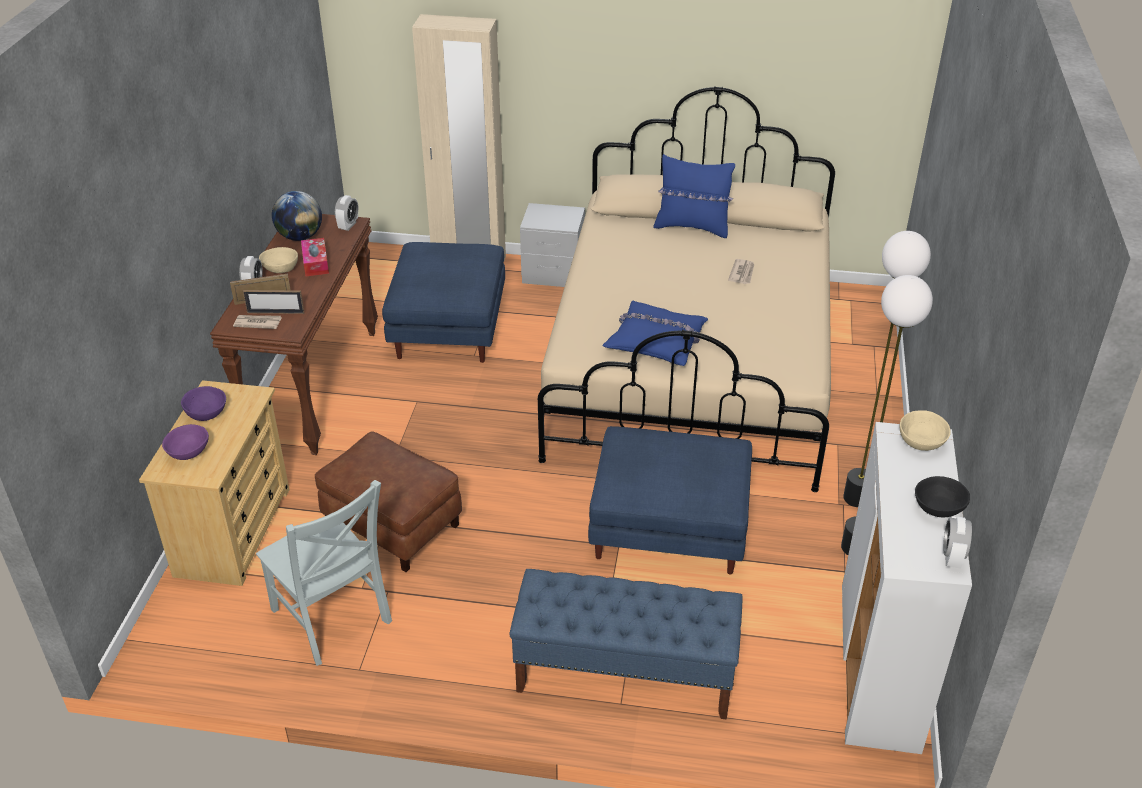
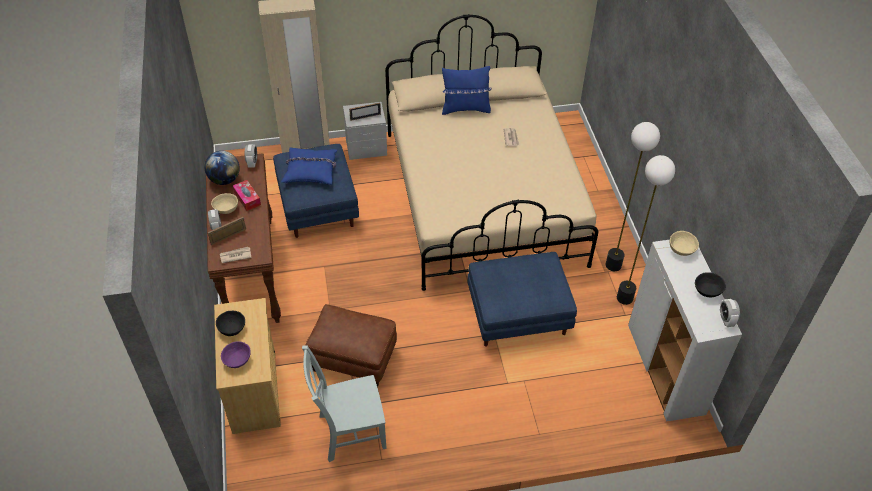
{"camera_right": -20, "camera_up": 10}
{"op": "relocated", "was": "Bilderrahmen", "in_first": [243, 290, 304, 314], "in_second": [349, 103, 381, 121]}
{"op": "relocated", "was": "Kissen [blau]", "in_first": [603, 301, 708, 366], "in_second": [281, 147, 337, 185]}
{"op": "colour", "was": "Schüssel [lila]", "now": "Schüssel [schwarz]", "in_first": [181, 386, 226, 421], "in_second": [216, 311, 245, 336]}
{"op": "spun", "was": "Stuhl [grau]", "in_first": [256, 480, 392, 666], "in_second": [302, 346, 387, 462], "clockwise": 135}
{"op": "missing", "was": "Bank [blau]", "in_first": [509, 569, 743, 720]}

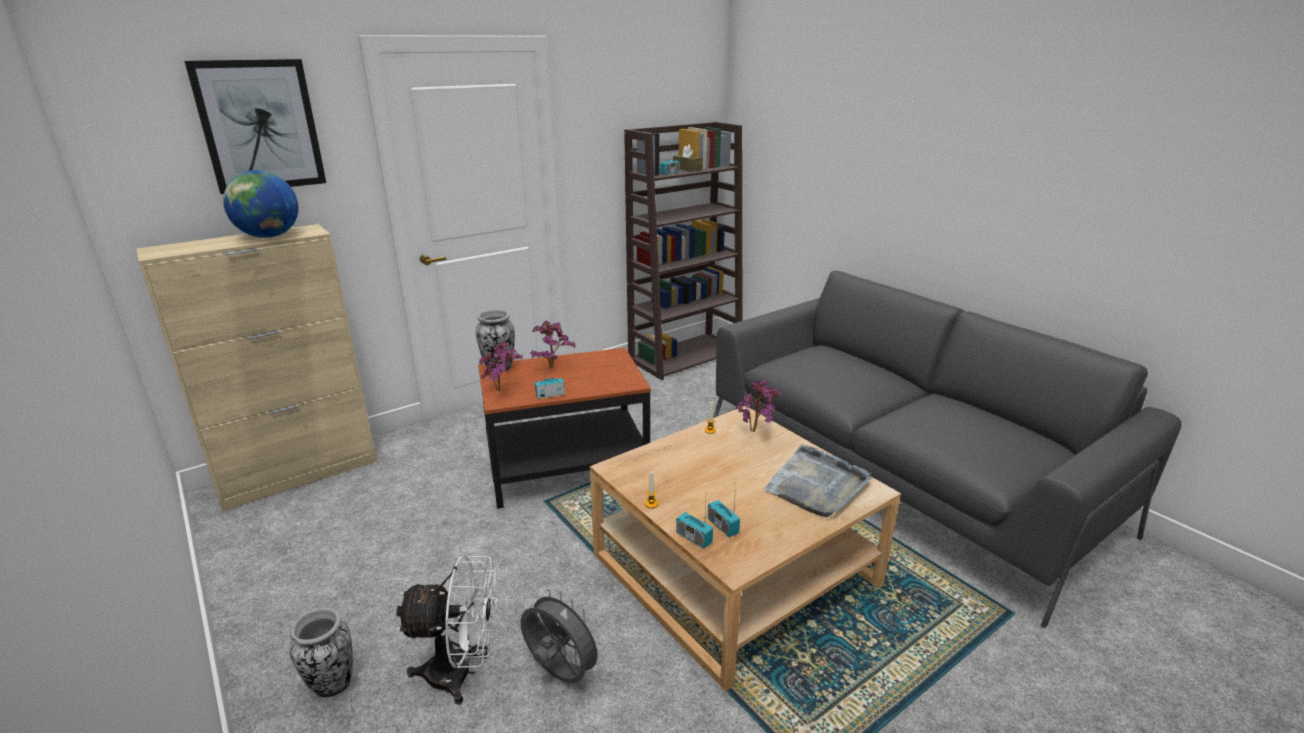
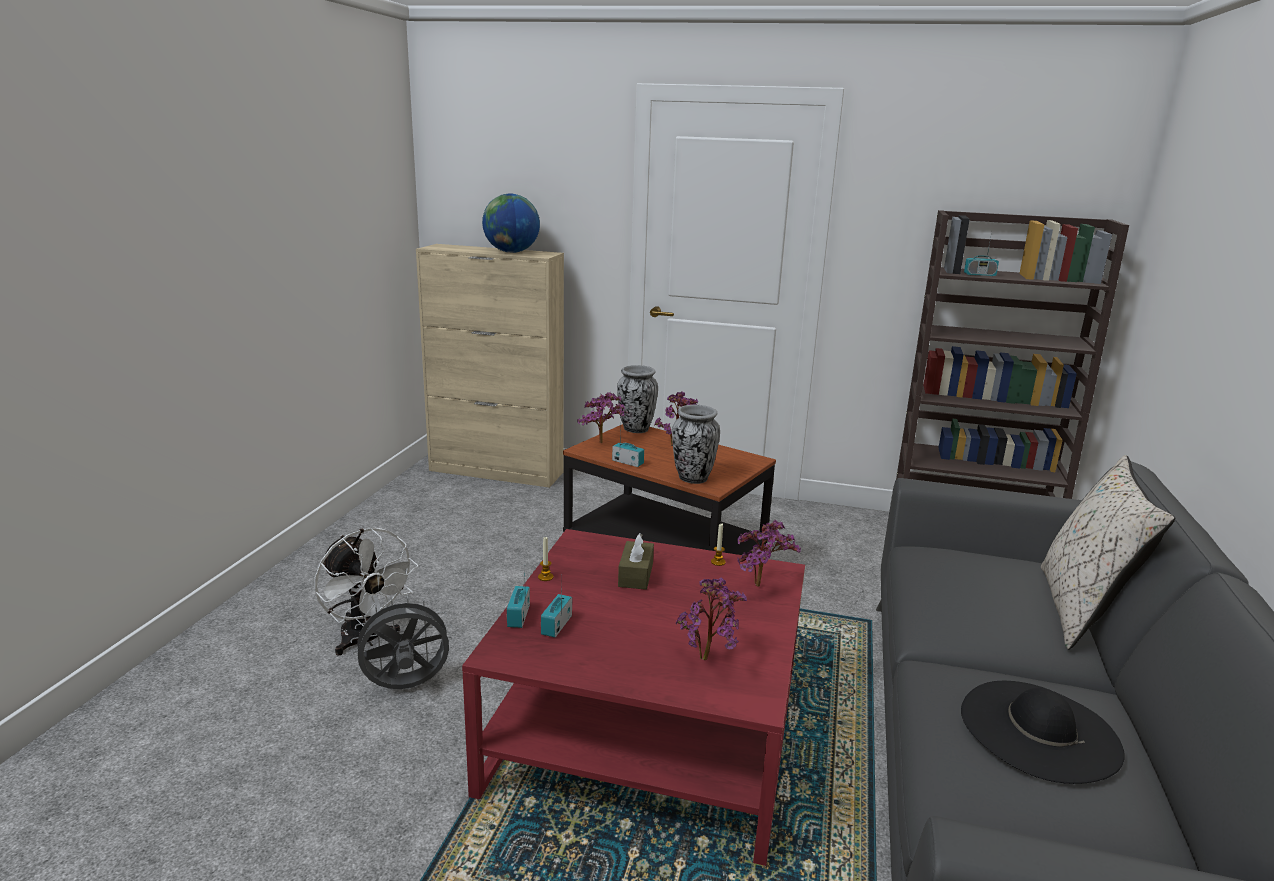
{"camera_right": 50, "camera_up": -5}
{"op": "missing", "was": "Bild", "in_first": [185, 59, 326, 194]}
{"op": "relocated", "was": "Taschentuchbox [braun]", "in_first": [673, 144, 703, 172], "in_second": [618, 533, 654, 590]}
{"op": "colour", "was": "Couchtisch [beige]", "now": "Couchtisch [rot]", "in_first": [590, 406, 901, 692], "in_second": [462, 529, 805, 866]}
{"op": "exchanged", "was": "Tablett [grau]", "now": "Topfpflanze", "in_first": [764, 445, 872, 517], "in_second": [676, 578, 747, 660]}
{"op": "spun", "was": "Ventilator [grau]", "in_first": [520, 589, 605, 683], "in_second": [351, 595, 453, 689], "clockwise": -105}
{"op": "relocated", "was": "Vase", "in_first": [290, 608, 353, 697], "in_second": [672, 405, 720, 484]}
{"op": "appeared", "now": "Kissen [beige]", "in_second": [1041, 455, 1175, 650]}
{"op": "appeared", "now": "Hut [schwarz]", "in_second": [961, 681, 1125, 784]}

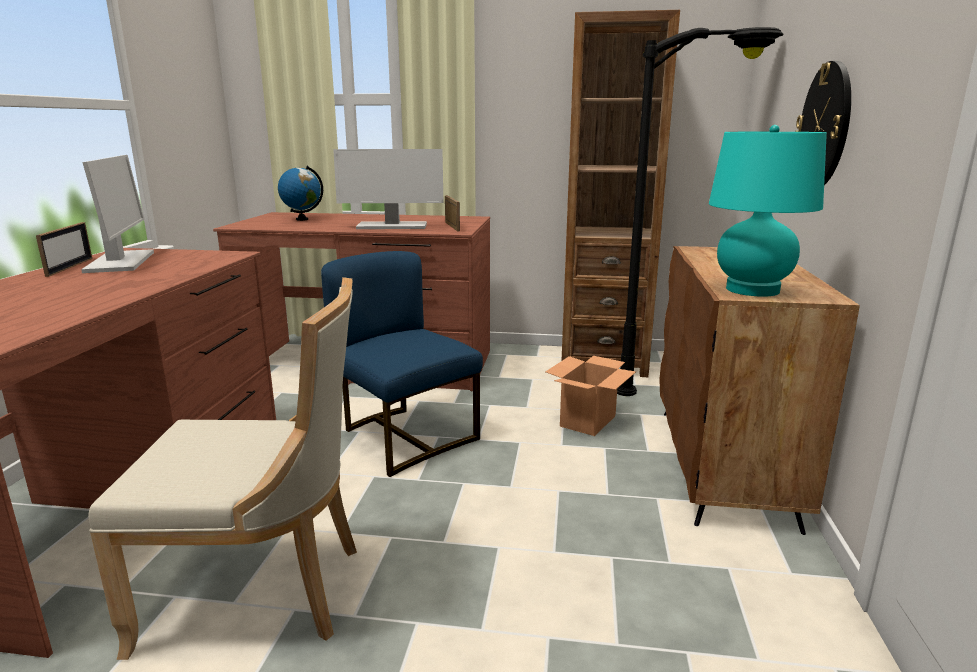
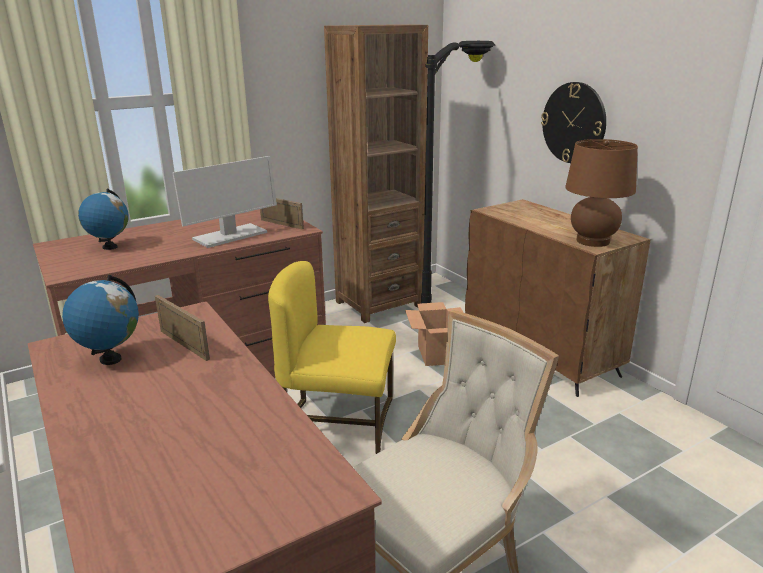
{"camera_right": -40, "camera_up": 5}
{"op": "colour", "was": "Tischlampe [türkis]", "now": "Tischlampe [braun]", "in_first": [709, 125, 827, 297], "in_second": [565, 139, 638, 247]}
{"op": "exchanged", "was": "Monitor", "now": "Globus", "in_first": [81, 155, 154, 273], "in_second": [62, 275, 139, 365]}
{"op": "relocated", "was": "Bilderrahmen", "in_first": [36, 222, 92, 277], "in_second": [155, 295, 210, 361]}
{"op": "colour", "was": "Stuhl [blau]", "now": "Stuhl [gelb]", "in_first": [321, 251, 483, 477], "in_second": [268, 261, 396, 454]}

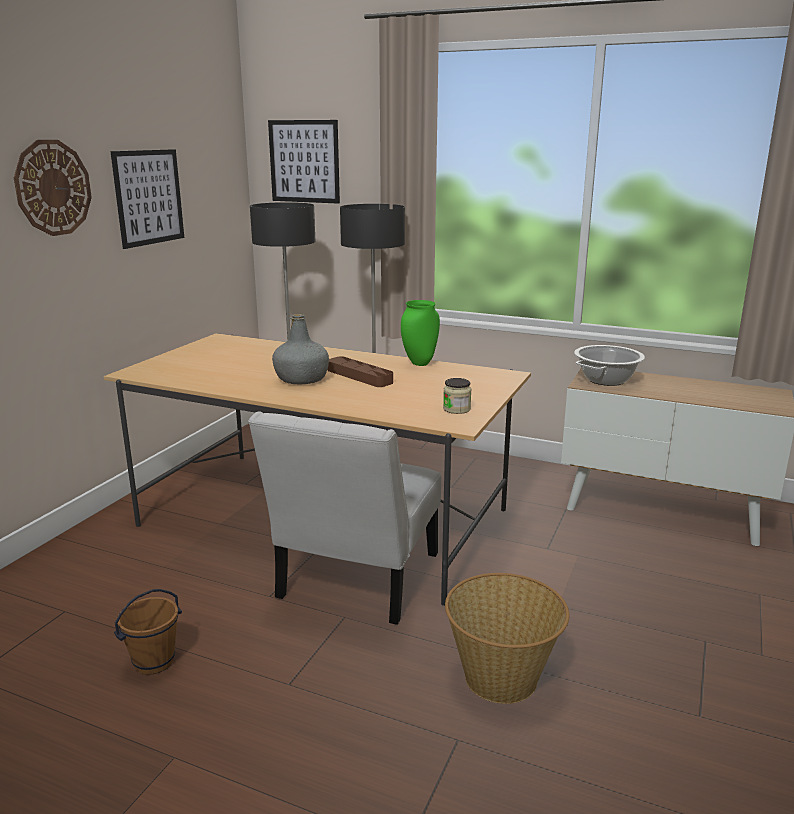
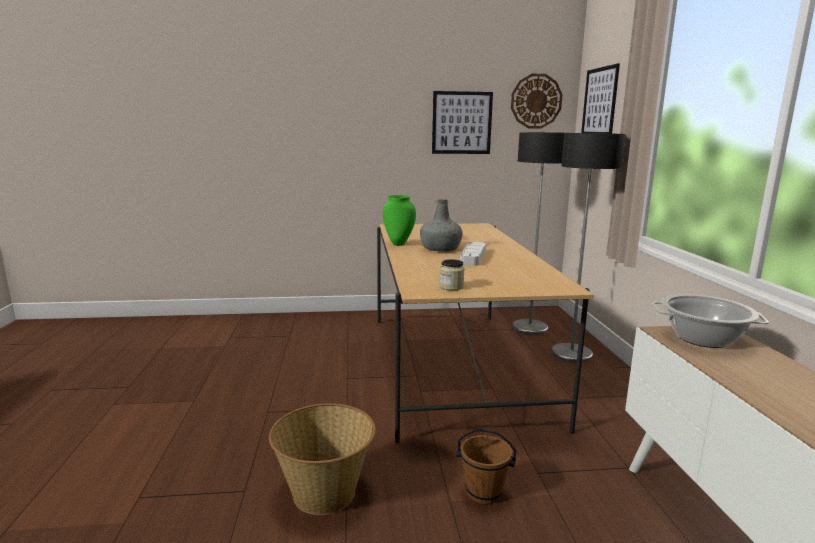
{"camera_right": 60, "camera_up": -5}
{"op": "relocated", "was": "Wanduhr", "in_first": [14, 140, 92, 236], "in_second": [511, 74, 563, 129]}
{"op": "relocated", "was": "Vase [grün]", "in_first": [401, 300, 440, 366], "in_second": [383, 195, 416, 246]}
{"op": "colour", "was": "Tablett [braun]", "now": "Tablett [grau]", "in_first": [328, 356, 393, 387], "in_second": [460, 242, 486, 266]}
{"op": "missing", "was": "Stuhl [weiß]", "in_first": [248, 411, 441, 625]}
{"op": "relocated", "was": "Eimer [braun]", "in_first": [114, 589, 182, 675], "in_second": [457, 429, 516, 505]}

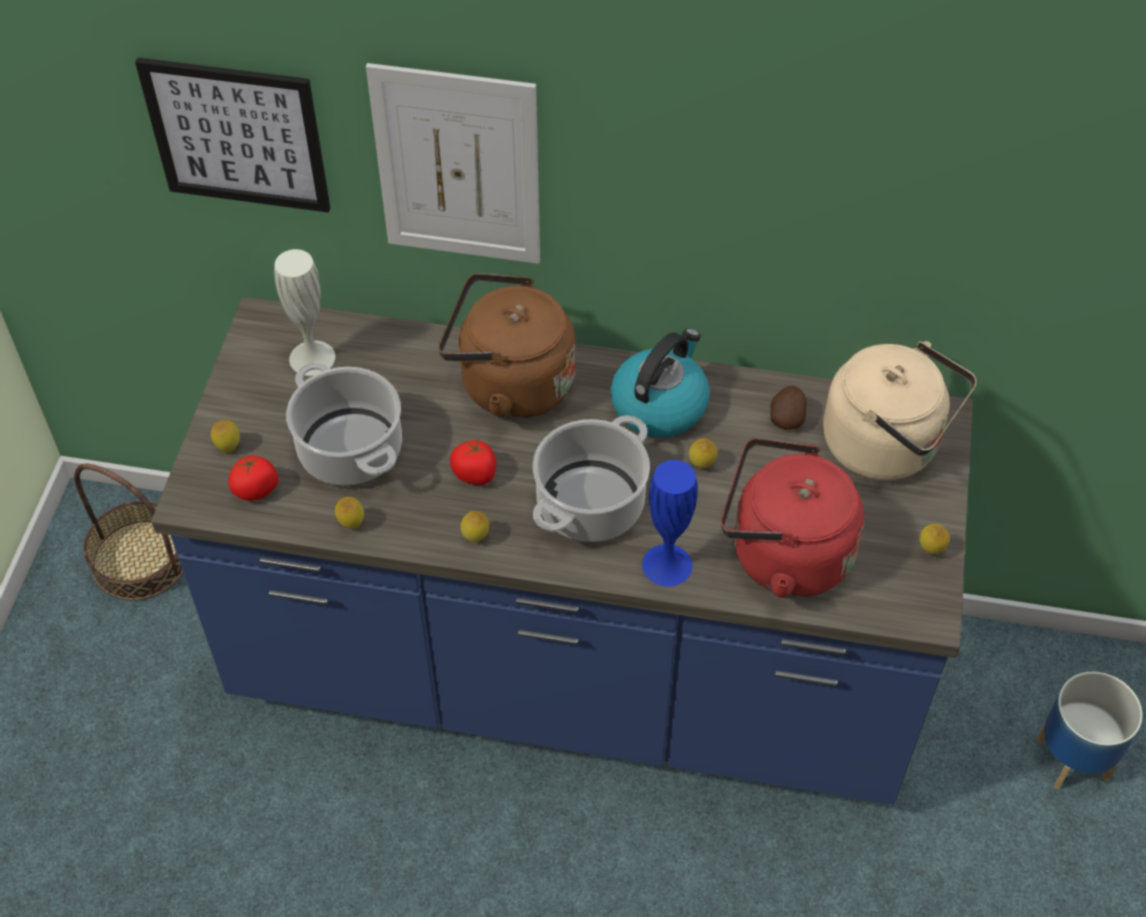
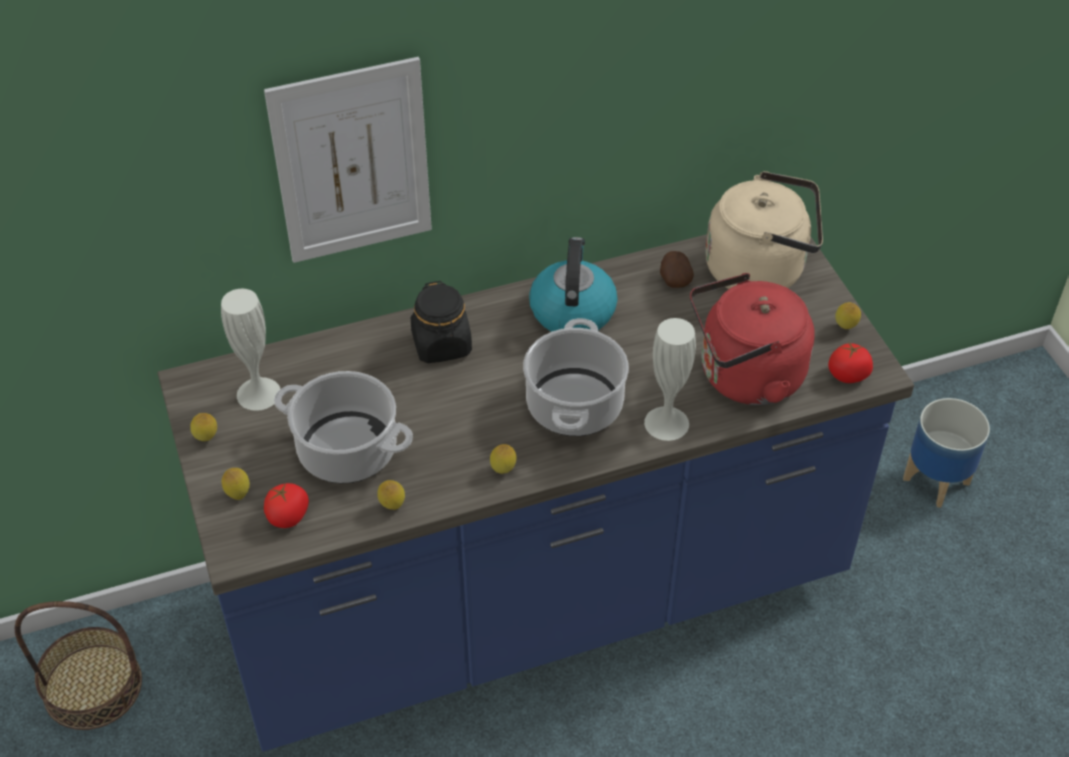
{"camera_right": -30, "camera_up": -5}
{"op": "missing", "was": "Bild", "in_first": [135, 57, 330, 213]}
{"op": "exchanged", "was": "Wasserkessel [braun]", "now": "Vorratsglas [schwarz]", "in_first": [439, 273, 576, 419], "in_second": [411, 281, 472, 363]}
{"op": "relocated", "was": "Zitrone", "in_first": [689, 438, 717, 468], "in_second": [190, 413, 217, 441]}
{"op": "relocated", "was": "Tomate", "in_first": [450, 439, 496, 485], "in_second": [828, 341, 873, 383]}
{"op": "colour", "was": "Vase [blau]", "now": "Vase [weiß]", "in_first": [642, 460, 698, 587], "in_second": [644, 318, 696, 441]}

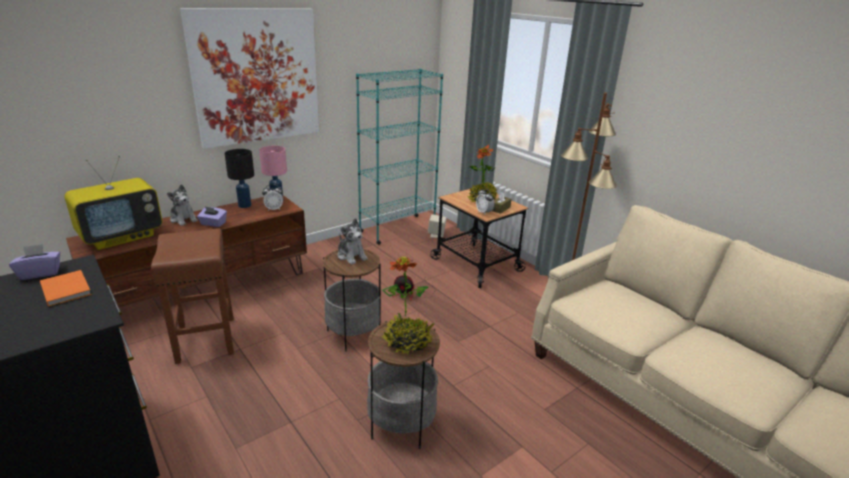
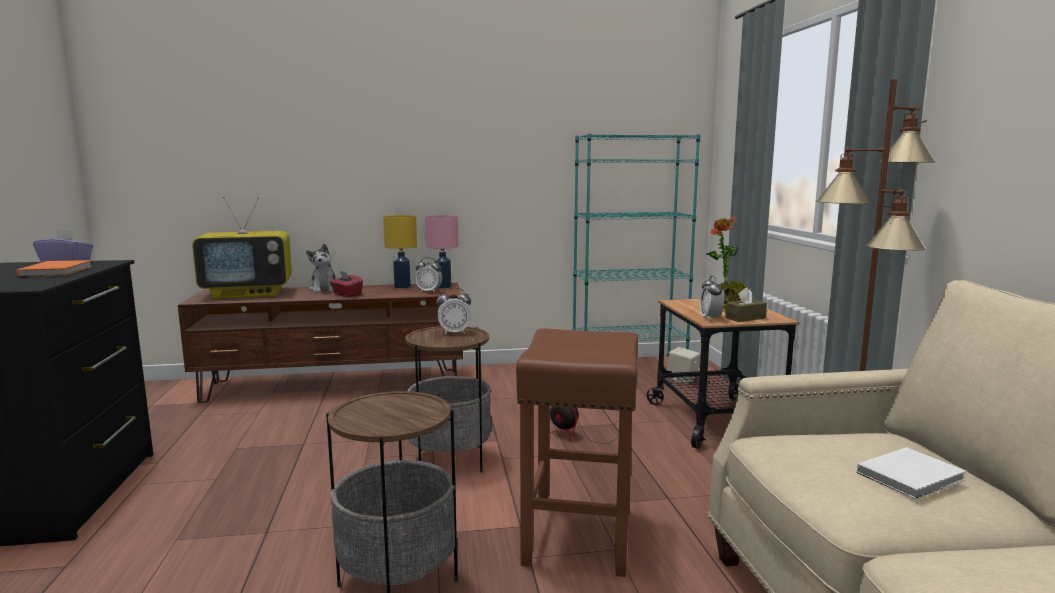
{"camera_right": 30, "camera_up": -15}
{"op": "missing", "was": "Bild", "in_first": [180, 8, 320, 149]}
{"op": "colour", "was": "Tischlampe [schwarz]", "now": "Tischlampe [gelb]", "in_first": [224, 149, 254, 208], "in_second": [383, 215, 417, 288]}
{"op": "colour", "was": "Taschentuchbox [lila]", "now": "Taschentuchbox [rot]", "in_first": [197, 206, 227, 227], "in_second": [330, 271, 363, 297]}
{"op": "exchanged", "was": "Plüschtier", "now": "Wecker", "in_first": [338, 218, 368, 265], "in_second": [436, 287, 471, 335]}
{"op": "relocated", "was": "Hocker [braun]", "in_first": [151, 229, 234, 364], "in_second": [516, 328, 638, 577]}
{"op": "missing", "was": "Topfpflanze", "in_first": [381, 256, 434, 355]}
{"op": "appeared", "now": "Buch [weiß]", "in_second": [857, 447, 967, 500]}

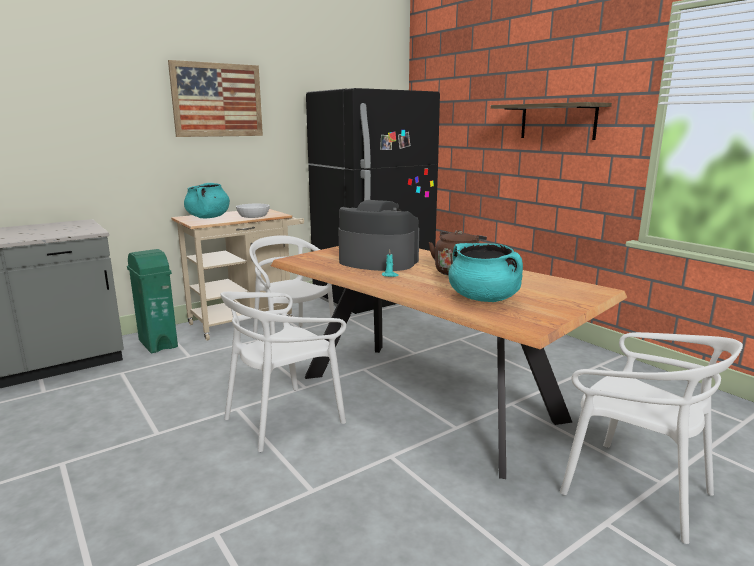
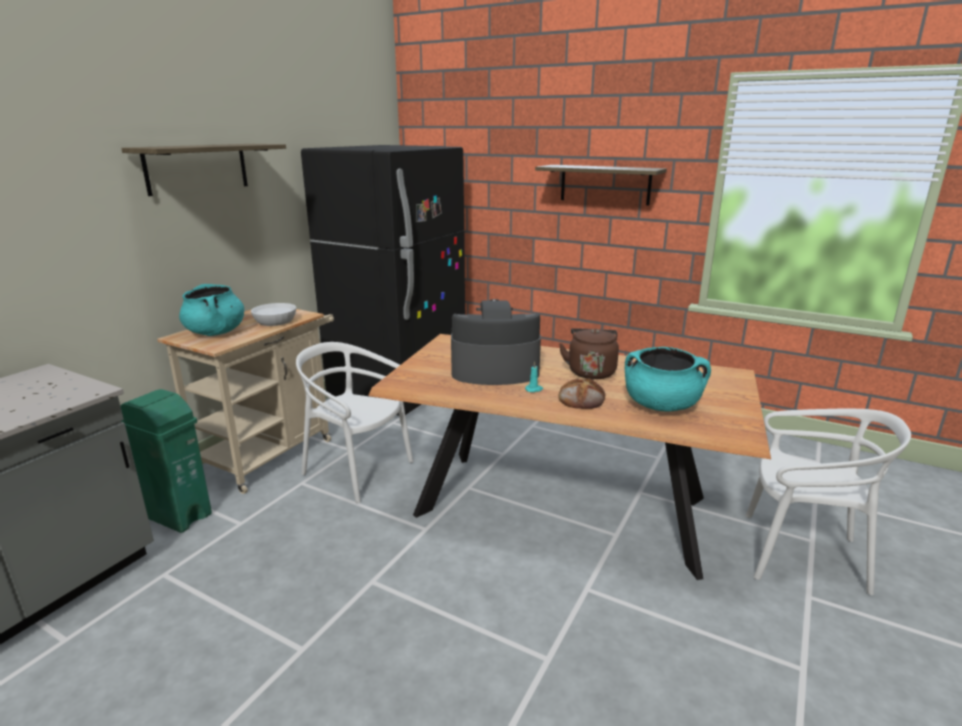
{"camera_right": -25, "camera_up": 5}
{"op": "exchanged", "was": "Bild", "now": "Wandregal", "in_first": [168, 60, 263, 137], "in_second": [121, 144, 286, 196]}
{"op": "missing", "was": "Stuhl [weiß]", "in_first": [221, 292, 346, 452]}
{"op": "appeared", "now": "Brot", "in_second": [558, 378, 605, 409]}

